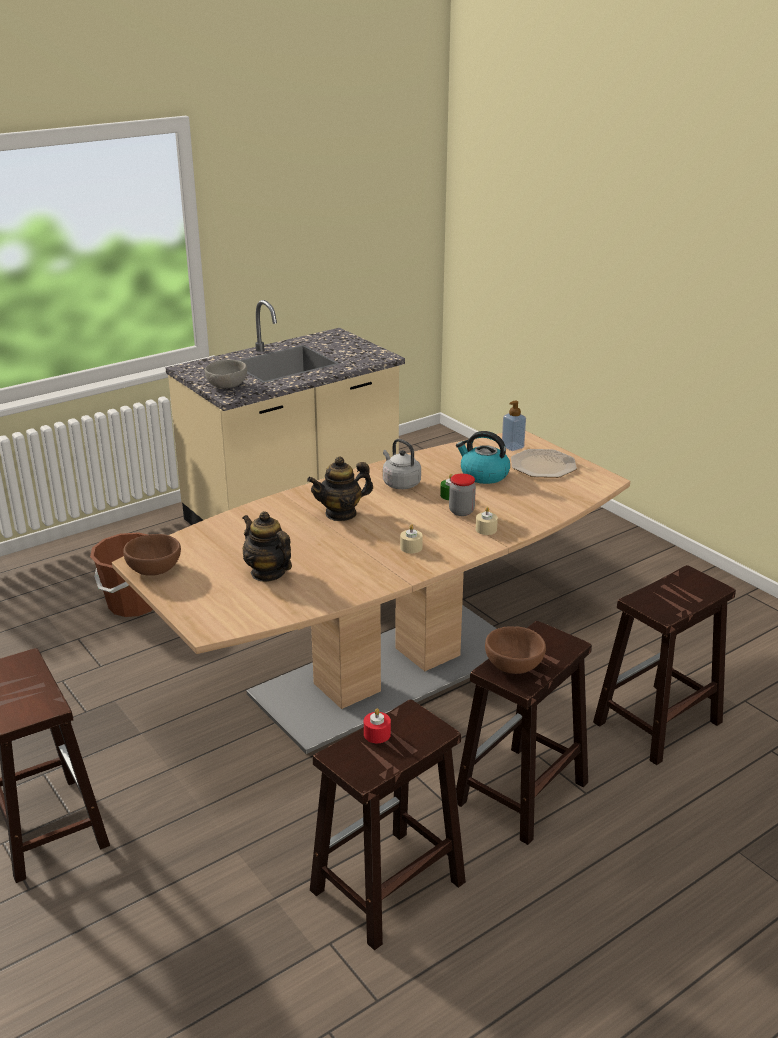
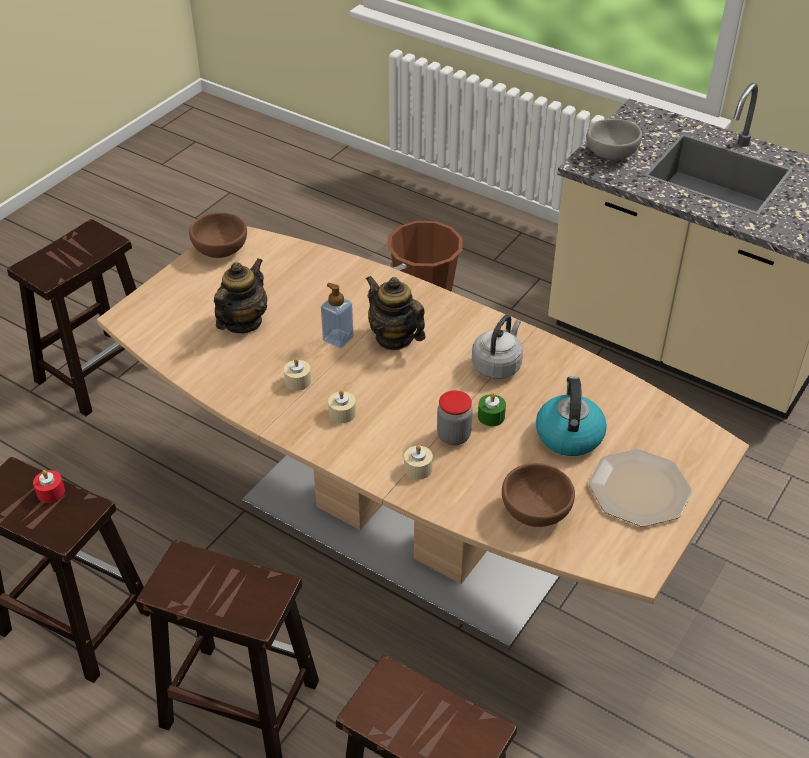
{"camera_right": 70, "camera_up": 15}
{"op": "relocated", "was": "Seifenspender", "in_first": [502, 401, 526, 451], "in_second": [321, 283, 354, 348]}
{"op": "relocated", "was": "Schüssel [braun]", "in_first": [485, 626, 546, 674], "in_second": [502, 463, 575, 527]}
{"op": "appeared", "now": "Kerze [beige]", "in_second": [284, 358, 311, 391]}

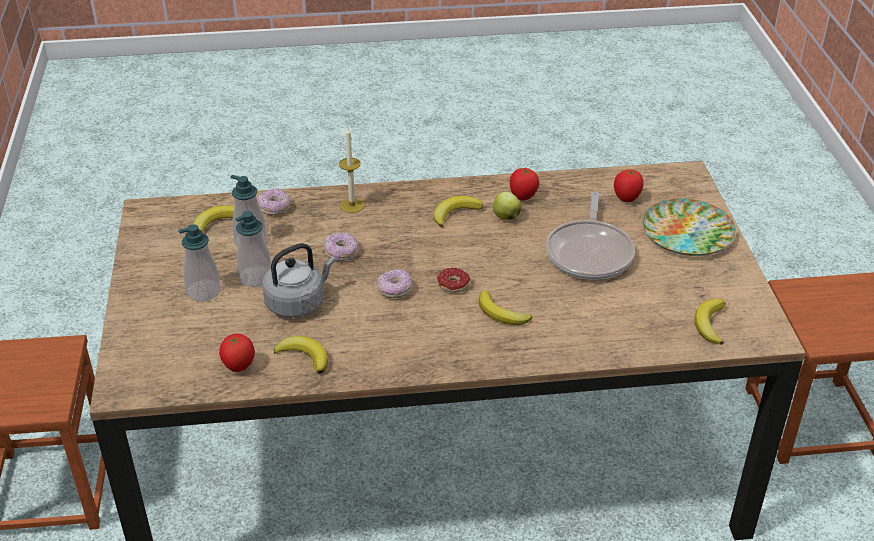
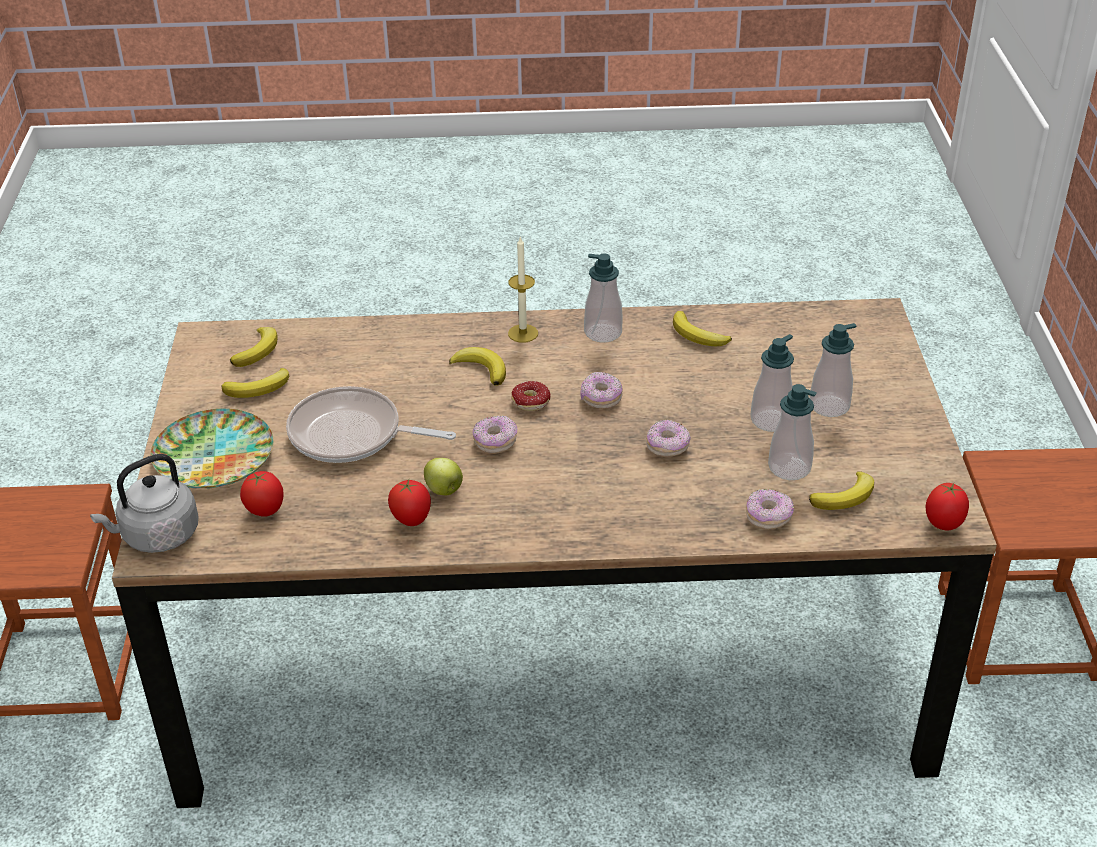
{"camera_right": -175, "camera_up": 0}
{"op": "relocated", "was": "Kerze", "in_first": [339, 127, 365, 213], "in_second": [508, 236, 538, 343]}
{"op": "spun", "was": "Pfanne", "in_first": [546, 191, 635, 280], "in_second": [286, 386, 456, 463], "clockwise": -90}
{"op": "relocated", "was": "Banane", "in_first": [434, 196, 483, 227], "in_second": [221, 368, 289, 398]}
{"op": "relocated", "was": "Wasserkessel [grau]", "in_first": [262, 243, 336, 318], "in_second": [90, 454, 199, 553]}
{"op": "relocated", "was": "Tomate", "in_first": [219, 334, 255, 372], "in_second": [925, 483, 969, 530]}
{"op": "appeared", "now": "Seifenspender", "in_second": [584, 254, 623, 343]}
{"op": "appeared", "now": "Donut", "in_second": [473, 416, 517, 454]}

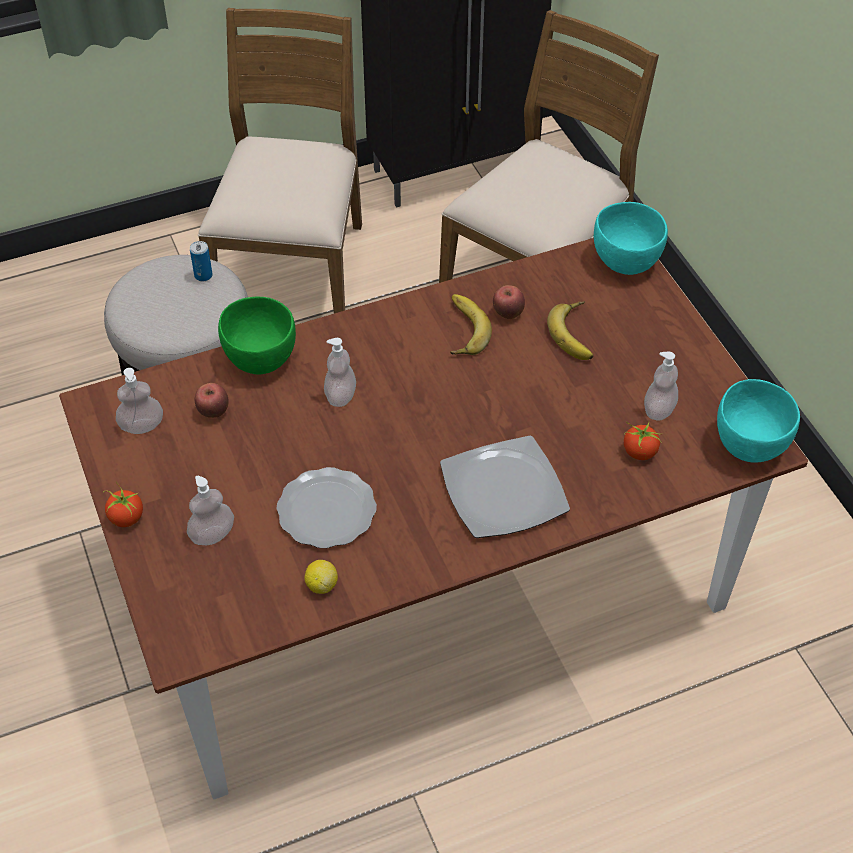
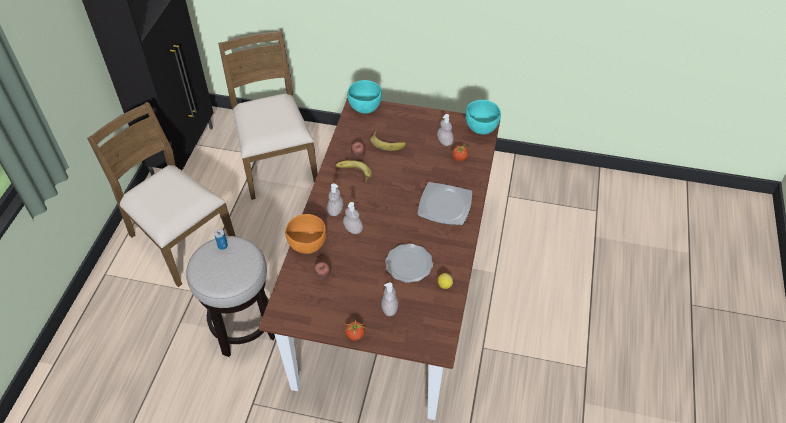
{"camera_right": -55, "camera_up": 0}
{"op": "colour", "was": "Schüssel [grün]", "now": "Schüssel [orange]", "in_first": [218, 297, 296, 375], "in_second": [285, 214, 326, 254]}
{"op": "relocated", "was": "Seifenspender", "in_first": [116, 368, 163, 434], "in_second": [327, 183, 344, 216]}

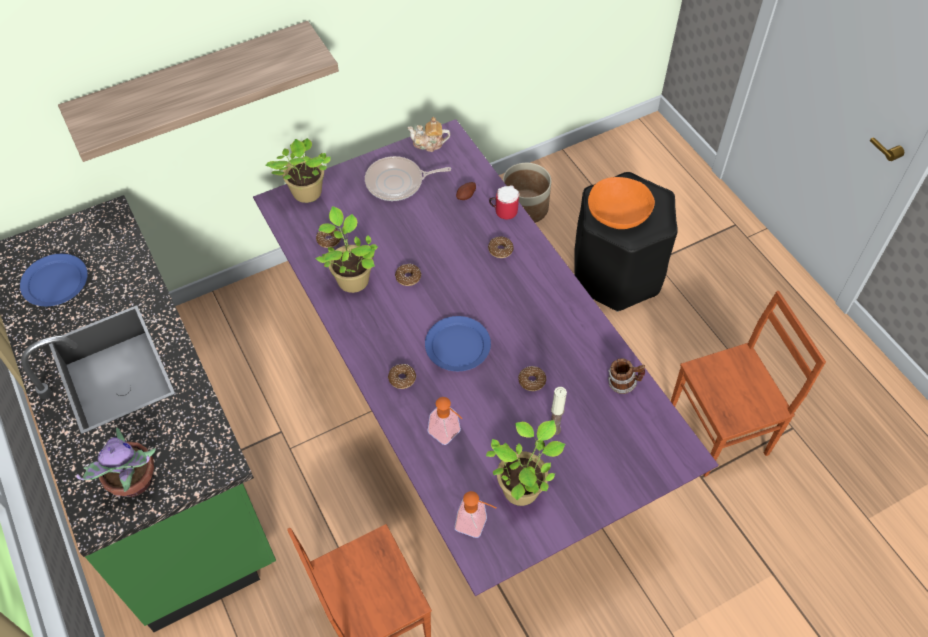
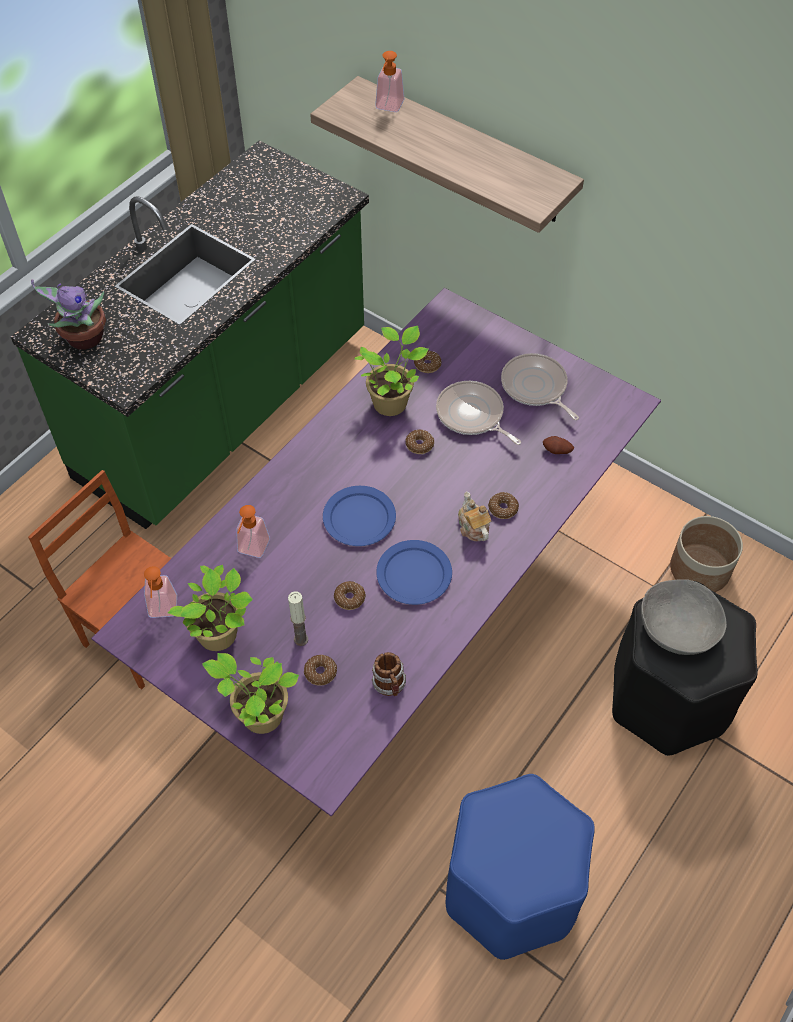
{"camera_right": 65, "camera_up": 0}
{"op": "relocated", "was": "Teekanne", "in_first": [407, 117, 450, 152], "in_second": [458, 491, 491, 541]}
{"op": "relocated", "was": "Topfpflanze", "in_first": [265, 138, 331, 203], "in_second": [202, 653, 299, 734]}
{"op": "colour", "was": "Schüssel [orange]", "now": "Schüssel [grau]", "in_first": [588, 177, 655, 229], "in_second": [641, 579, 727, 655]}
{"op": "missing", "was": "Henkelbecher", "in_first": [489, 185, 519, 219]}
{"op": "relocated", "was": "Teller [blau]", "in_first": [20, 254, 88, 306], "in_second": [376, 540, 452, 605]}
{"op": "exchanged", "was": "Stuhl [braun]", "now": "Hocker [blau]", "in_first": [671, 291, 826, 477], "in_second": [446, 774, 595, 960]}
{"op": "relocated", "was": "Donut", "in_first": [388, 364, 416, 389], "in_second": [304, 655, 337, 686]}
{"op": "appeared", "now": "Seifenspender", "in_second": [375, 51, 404, 112]}
{"op": "appeared", "now": "Pfanne", "in_second": [436, 381, 521, 445]}

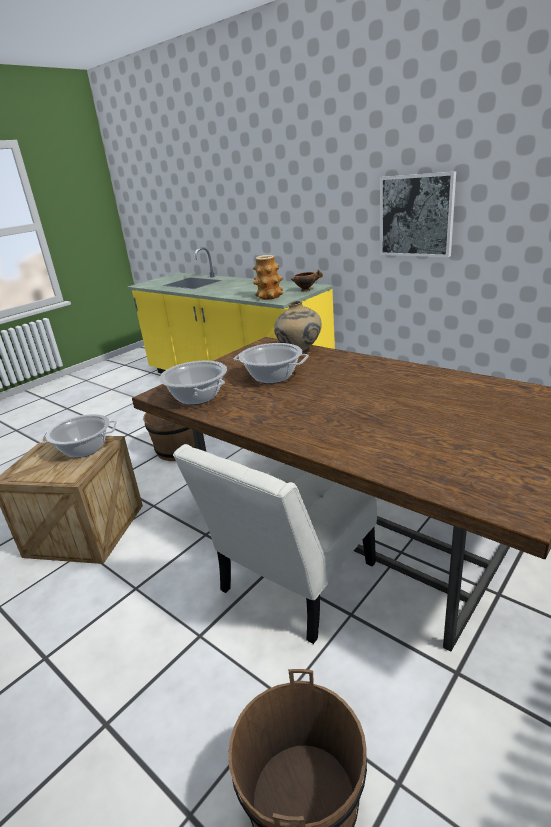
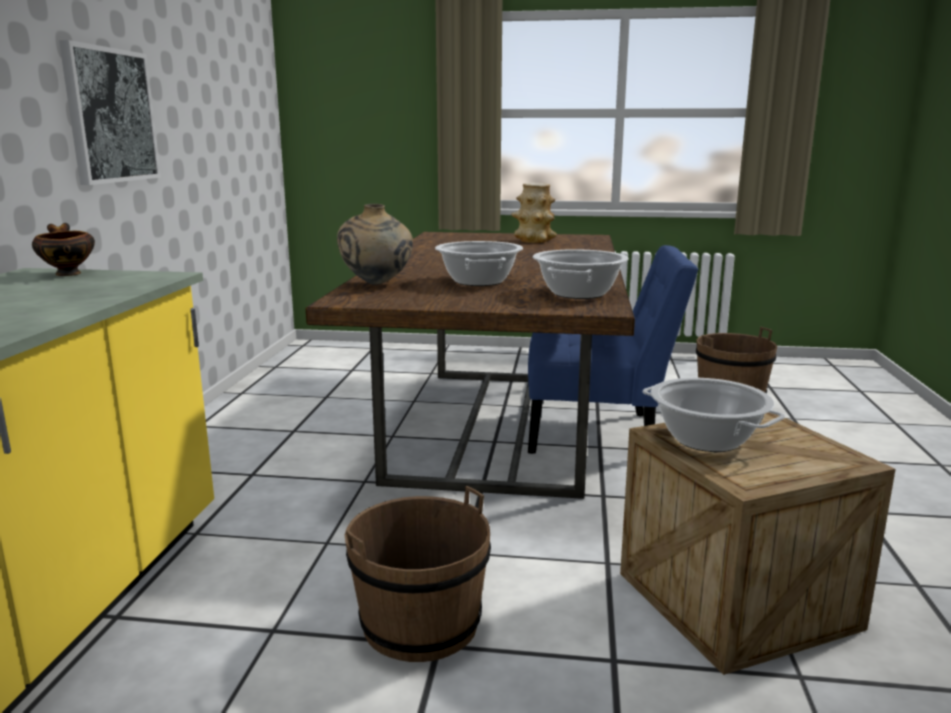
{"camera_right": -125, "camera_up": -10}
{"op": "relocated", "was": "Vase", "in_first": [253, 255, 283, 300], "in_second": [511, 183, 557, 243]}
{"op": "colour", "was": "Stuhl [weiß]", "now": "Stuhl [blau]", "in_first": [173, 444, 377, 644], "in_second": [528, 245, 699, 454]}

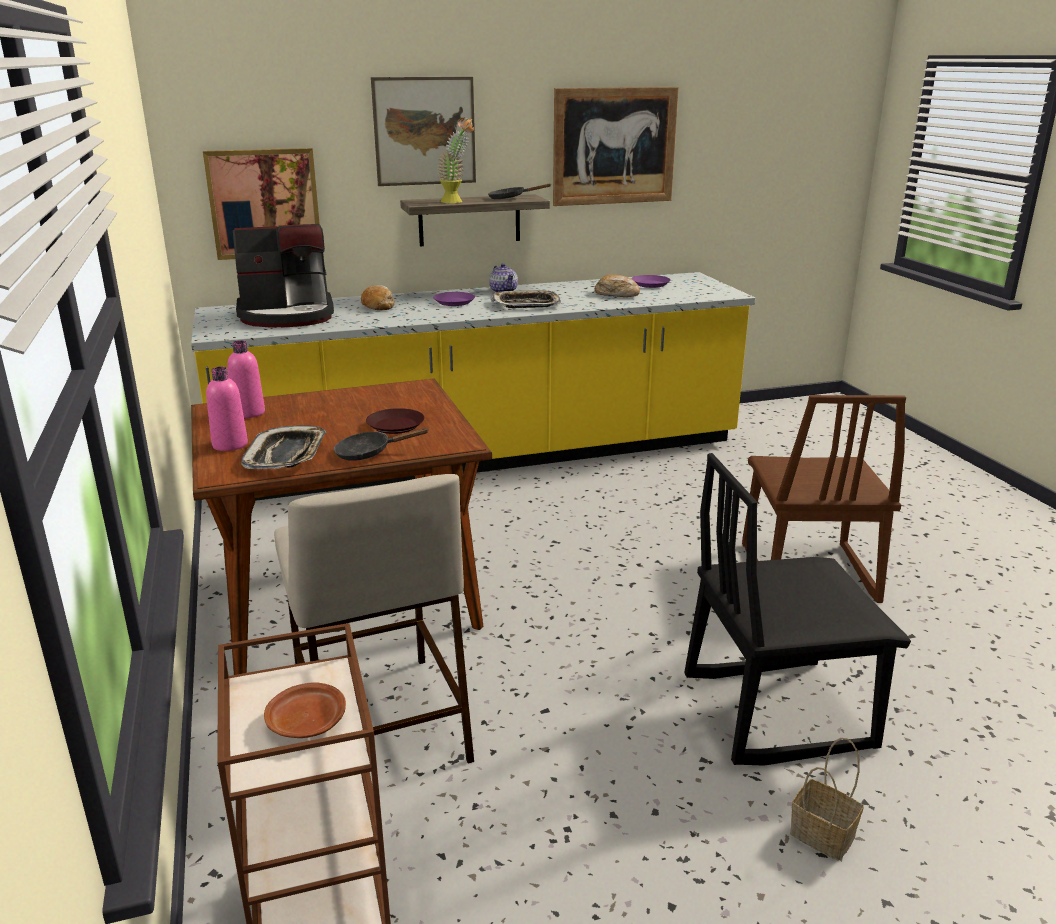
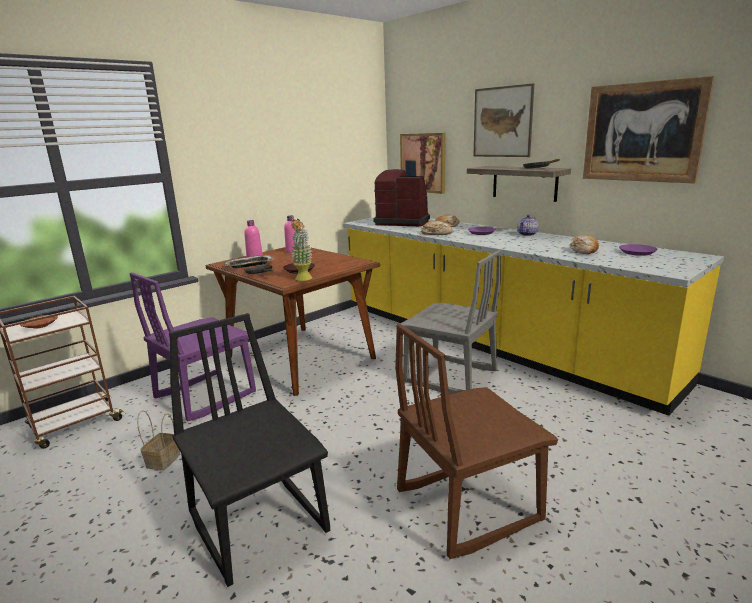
{"camera_right": 65, "camera_up": -5}
{"op": "relocated", "was": "Topfpflanze", "in_first": [437, 118, 474, 203], "in_second": [290, 219, 313, 281]}
{"op": "spun", "was": "Kaffeemaschine", "in_first": [233, 224, 334, 327], "in_second": [373, 169, 430, 226], "clockwise": 150}
{"op": "missing", "was": "Tablett", "in_first": [491, 290, 561, 308]}
{"op": "exchanged", "was": "Hocker [beige]", "now": "Stuhl [lila]", "in_first": [274, 474, 474, 764], "in_second": [129, 272, 256, 421]}
{"op": "relocated", "was": "Korb", "in_first": [790, 738, 864, 861], "in_second": [137, 410, 180, 471]}
{"op": "appeared", "now": "Brot", "in_second": [421, 221, 452, 235]}
{"op": "appeared", "now": "Stuhl [grau]", "in_second": [400, 250, 501, 395]}

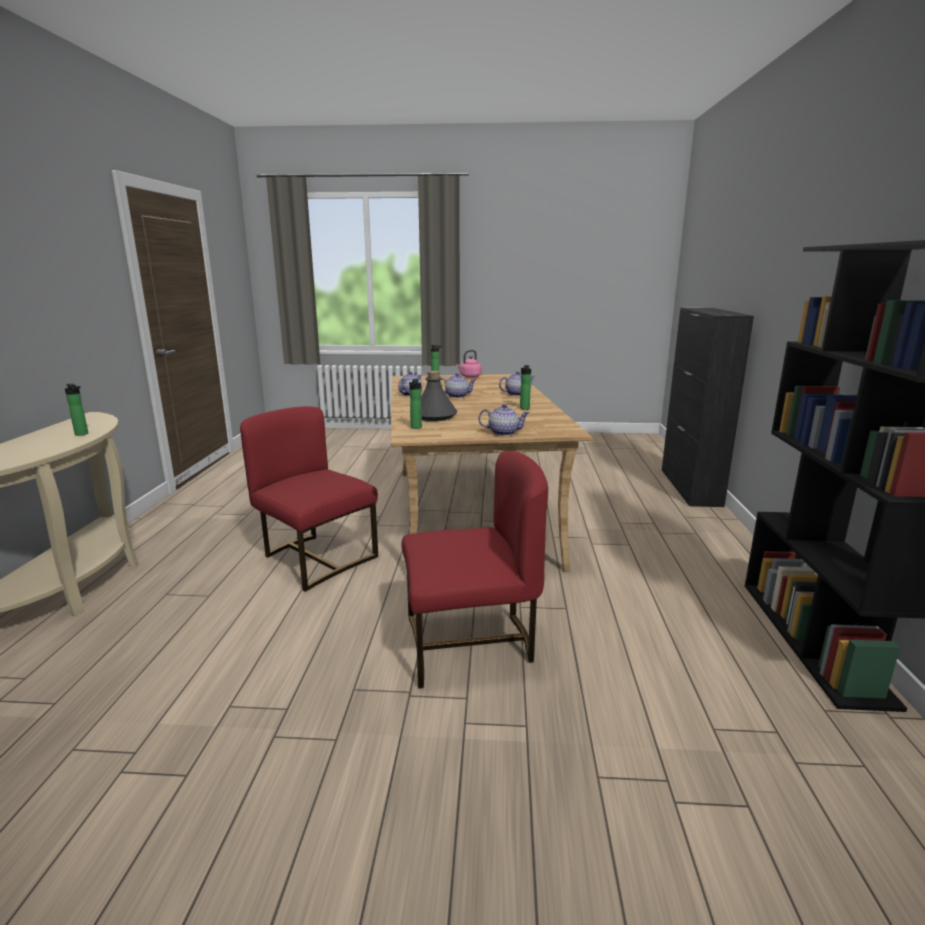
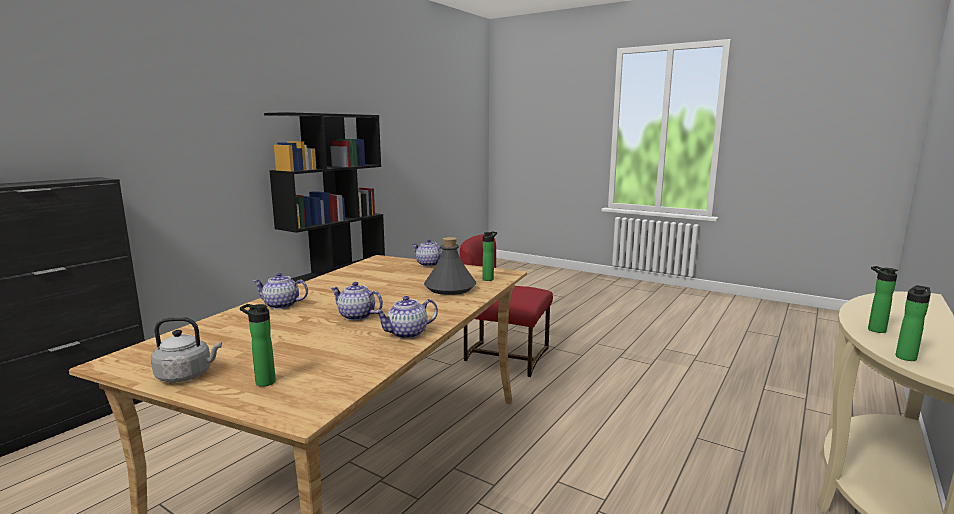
{"camera_right": -150, "camera_up": -5}
{"op": "colour", "was": "Wasserkessel [rosa]", "now": "Wasserkessel [grau]", "in_first": [456, 350, 482, 378], "in_second": [151, 317, 222, 382]}
{"op": "relocated", "was": "Flasche", "in_first": [520, 365, 531, 409], "in_second": [896, 285, 931, 361]}
{"op": "missing", "was": "Stuhl [rot]", "in_first": [240, 406, 378, 592]}

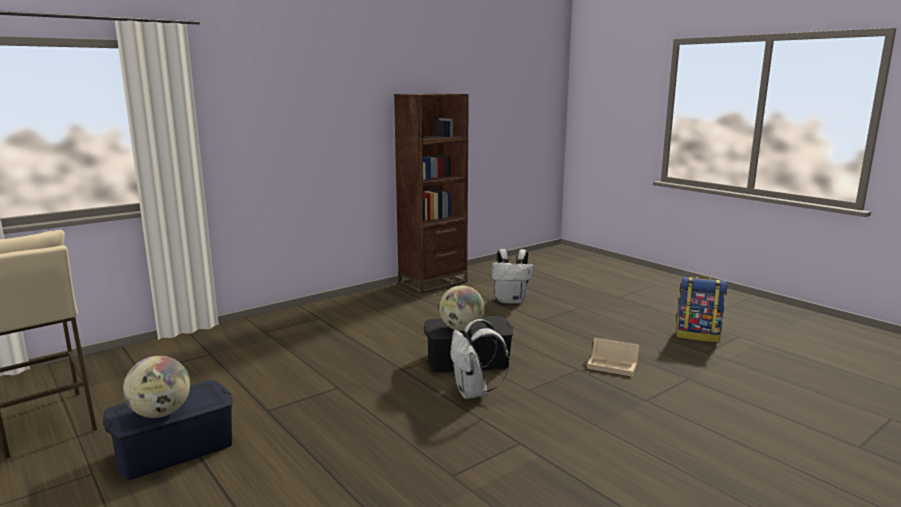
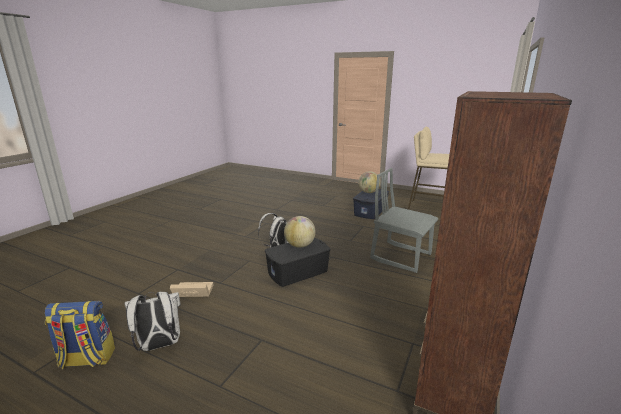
{"camera_right": 155, "camera_up": 5}
{"op": "relocated", "was": "Rucksack [weiß]", "in_first": [492, 249, 534, 304], "in_second": [125, 292, 181, 351]}
{"op": "appeared", "now": "Stuhl [grau]", "in_second": [370, 168, 438, 273]}

